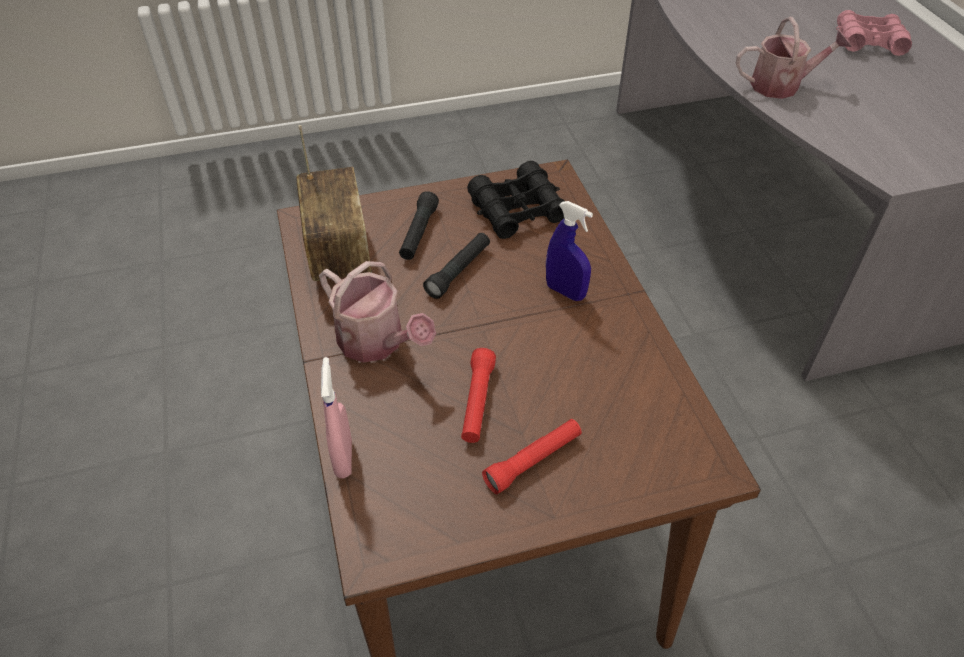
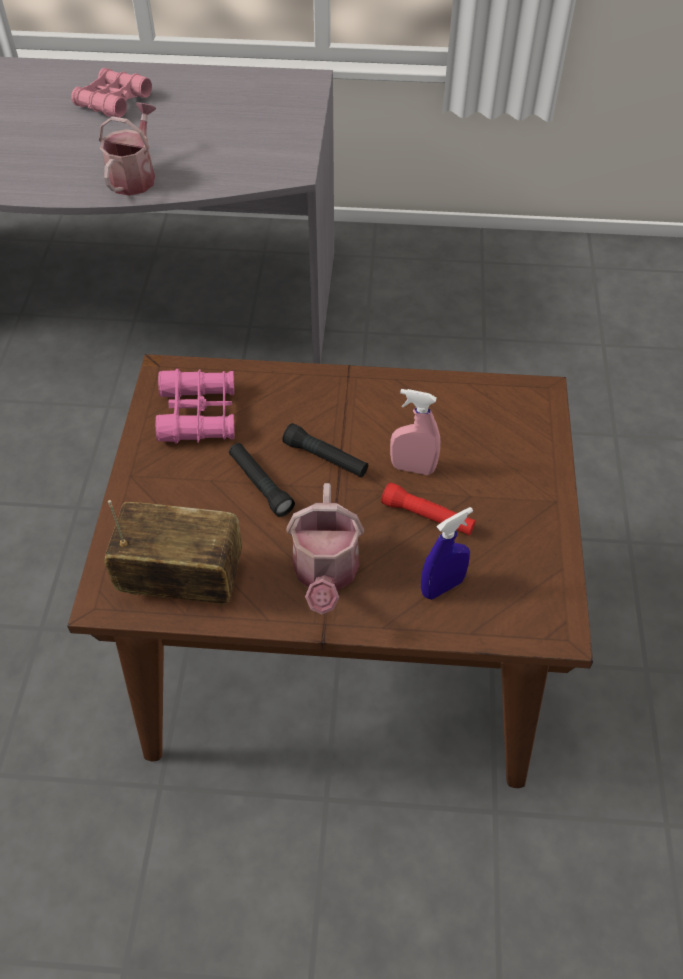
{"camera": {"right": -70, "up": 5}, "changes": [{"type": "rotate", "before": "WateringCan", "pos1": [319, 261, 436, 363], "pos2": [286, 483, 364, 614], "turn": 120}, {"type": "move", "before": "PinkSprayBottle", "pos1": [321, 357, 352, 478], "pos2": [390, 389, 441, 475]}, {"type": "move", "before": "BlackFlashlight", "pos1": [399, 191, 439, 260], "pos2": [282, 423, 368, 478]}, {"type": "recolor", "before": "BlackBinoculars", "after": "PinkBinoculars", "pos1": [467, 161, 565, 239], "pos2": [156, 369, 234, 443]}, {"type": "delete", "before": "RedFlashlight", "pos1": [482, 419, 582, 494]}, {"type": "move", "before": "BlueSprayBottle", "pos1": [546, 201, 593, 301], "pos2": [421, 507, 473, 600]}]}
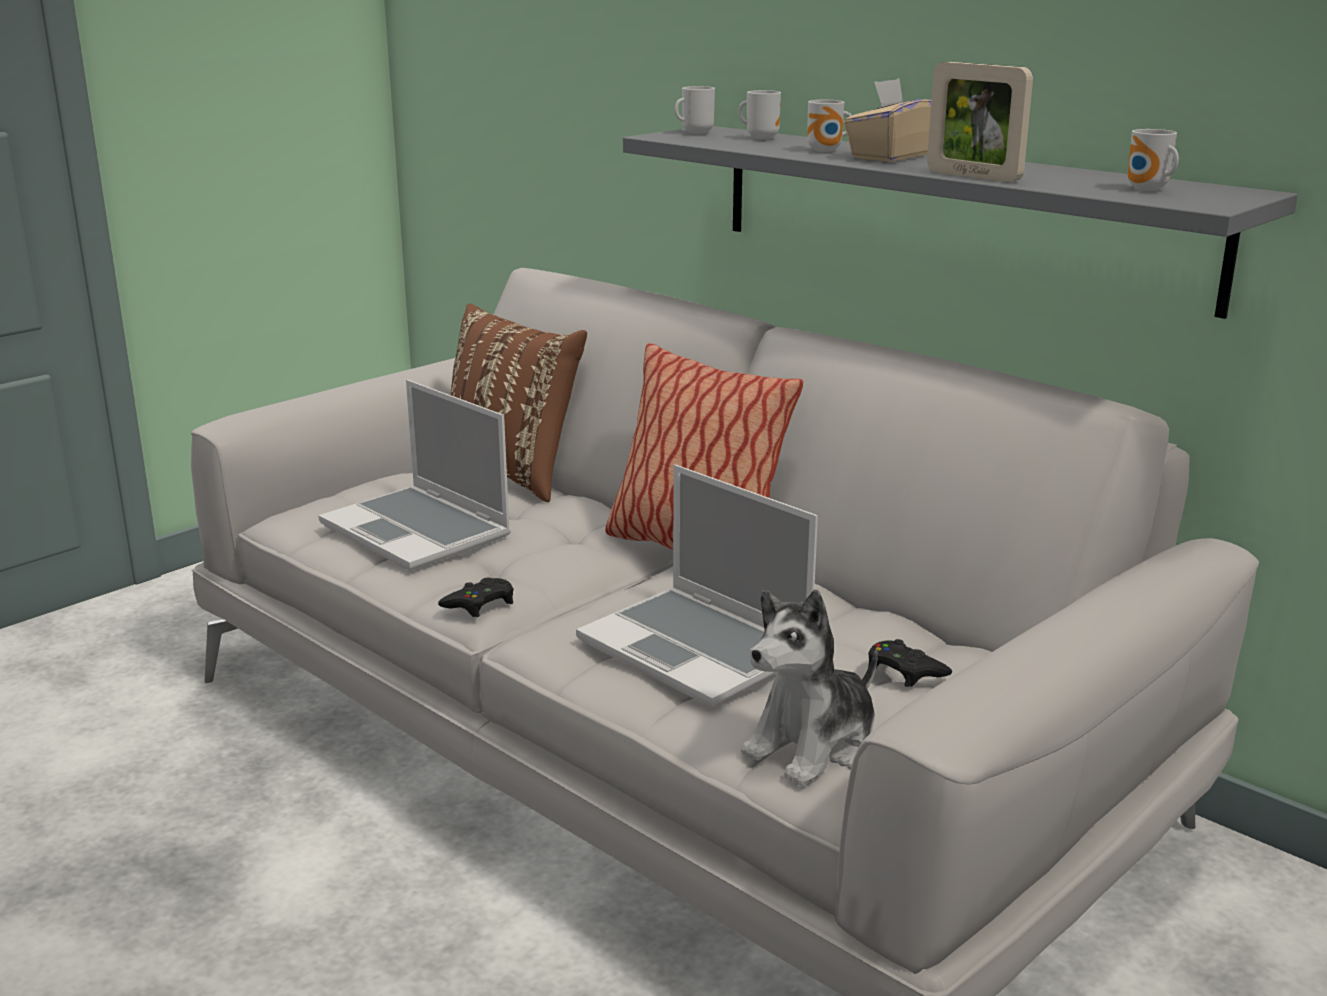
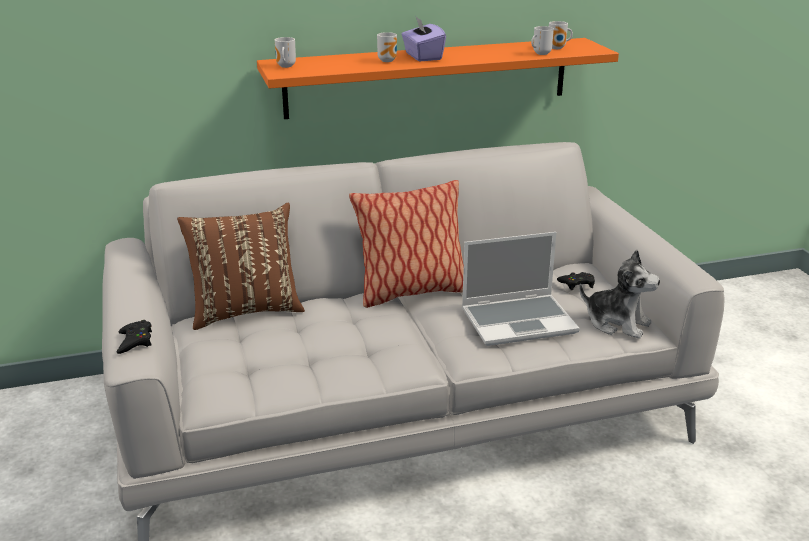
{"camera": {"right": -60, "up": 5}, "changes": [{"type": "delete", "before": "Laptop", "pos1": [318, 380, 511, 571]}, {"type": "move", "before": "BlackGameController", "pos1": [438, 578, 514, 617], "pos2": [117, 320, 152, 354]}, {"type": "recolor", "before": "GreyShelf", "after": "OrangeShelf", "pos1": [623, 126, 1298, 319], "pos2": [257, 38, 619, 119]}, {"type": "move", "before": "Mug", "pos1": [738, 90, 781, 140], "pos2": [531, 26, 554, 55]}, {"type": "rotate", "before": "PlushToy", "pos1": [741, 589, 878, 786], "pos2": [579, 249, 660, 339], "turn": -45}, {"type": "recolor", "before": "BeigeTissueBox", "after": "PurpleTissueBox", "pos1": [843, 78, 931, 162], "pos2": [401, 17, 446, 61]}, {"type": "delete", "before": "PictureFrame", "pos1": [927, 62, 1033, 182]}]}
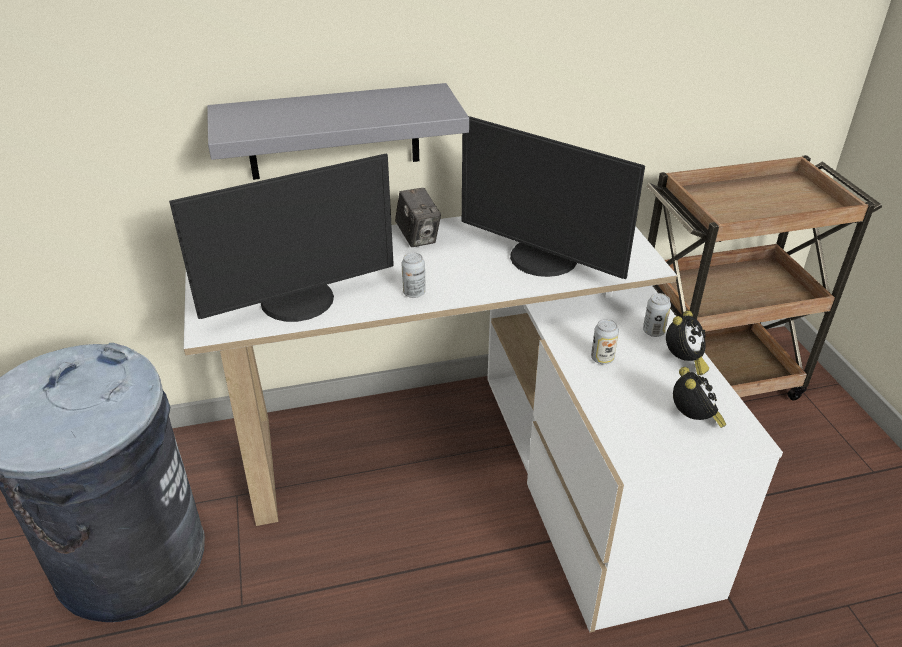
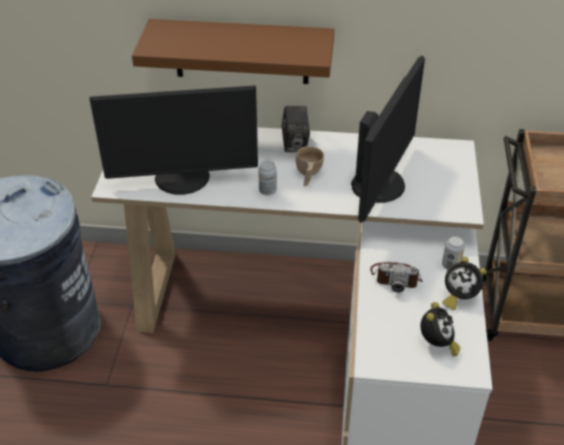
{"camera": {"right": 20, "up": 5}, "changes": [{"type": "recolor", "before": "GreyShelf", "after": "BrownShelf", "pos1": [207, 83, 469, 180], "pos2": [132, 19, 334, 84]}, {"type": "rotate", "before": "Monitor", "pos1": [462, 116, 645, 279], "pos2": [351, 56, 425, 223], "turn": -120}, {"type": "replace", "before": "Can", "after": "PhotoCamera", "pos1": [591, 319, 619, 364], "pos2": [370, 262, 422, 293]}, {"type": "rotate", "before": "AlarmClock", "pos1": [666, 310, 709, 375], "pos2": [442, 257, 486, 310], "turn": 60}, {"type": "insert", "after": "BeigeCup", "pos2": [296, 146, 324, 186]}]}
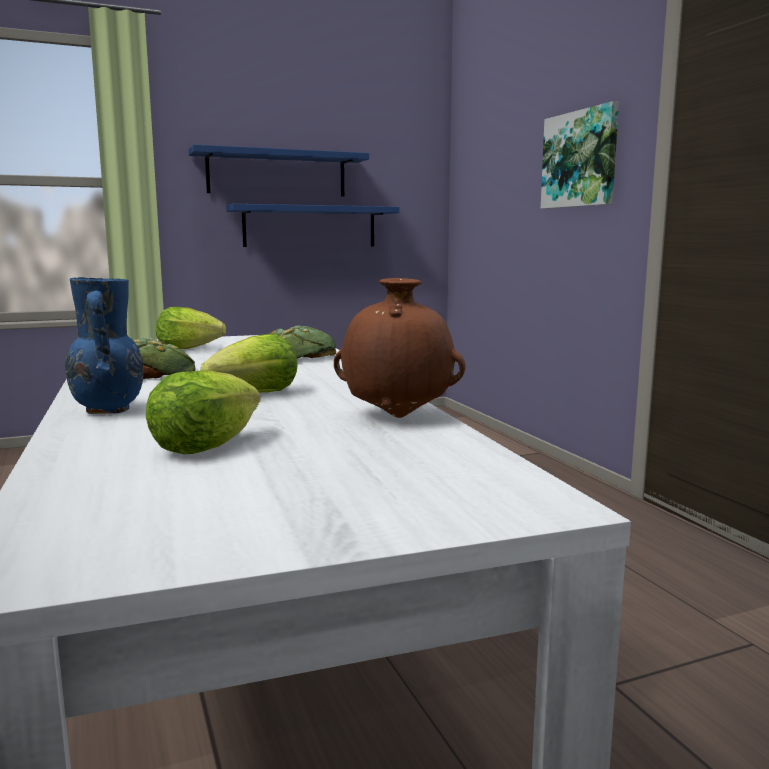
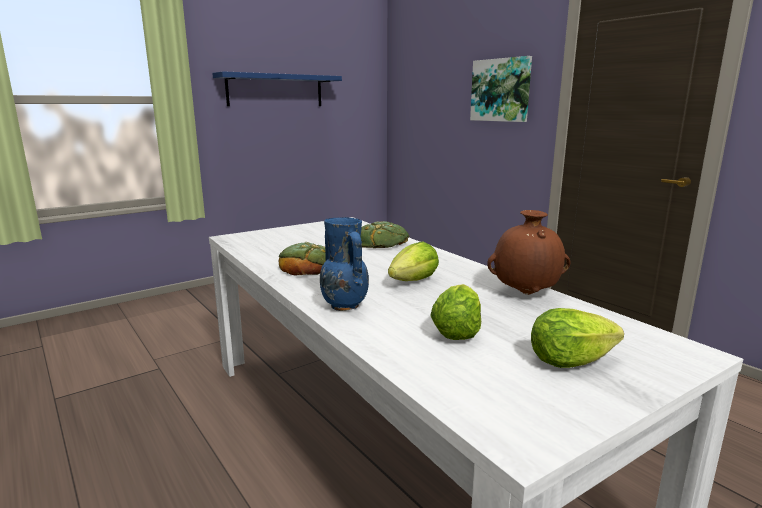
{"camera": {"right": -15, "up": 5}, "changes": [{"type": "move", "before": "Lettuce", "pos1": [156, 307, 226, 349], "pos2": [531, 308, 624, 368]}, {"type": "delete", "before": "BlueShelf", "pos1": [226, 204, 400, 247]}]}
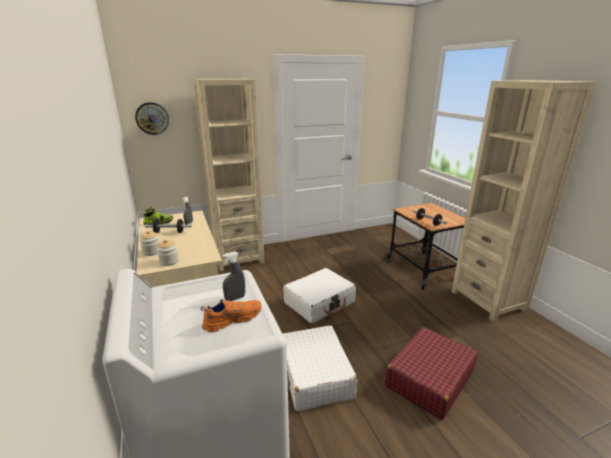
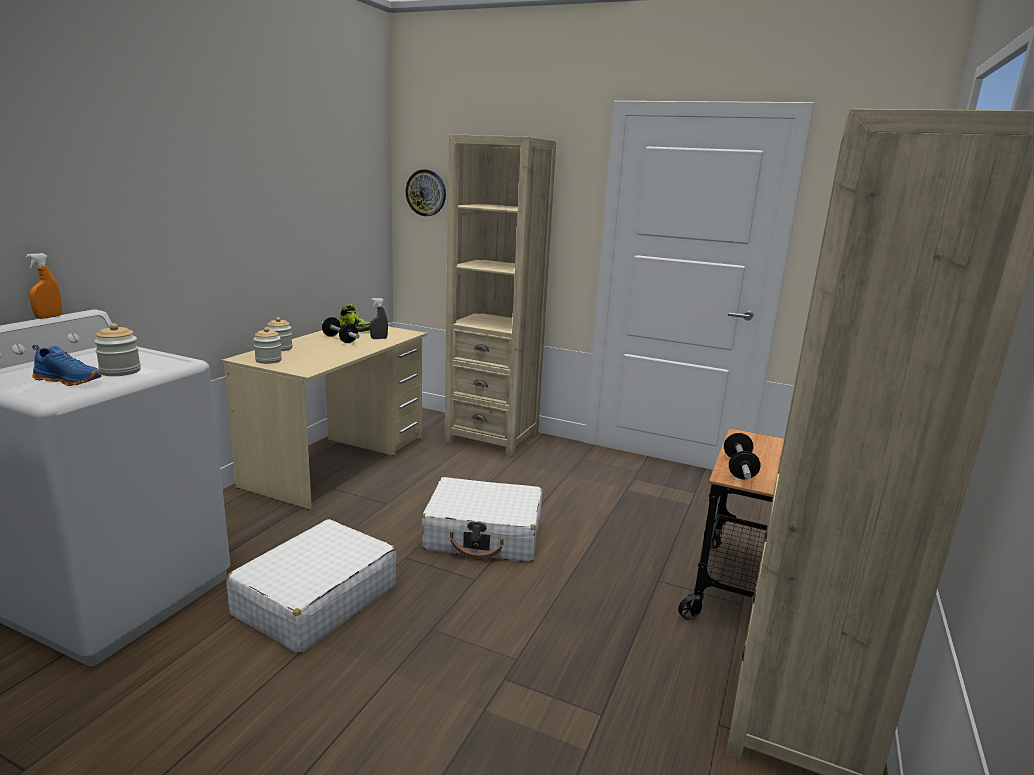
{"camera": {"right": 45, "up": -5}, "changes": [{"type": "recolor", "before": "OrangeShoe", "after": "BlueShoe", "pos1": [200, 299, 262, 332], "pos2": [32, 345, 101, 386]}, {"type": "replace", "before": "GreySprayBottle", "after": "Jar", "pos1": [222, 251, 245, 301], "pos2": [94, 323, 141, 376]}, {"type": "delete", "before": "RedSuitcase", "pos1": [385, 327, 478, 420]}, {"type": "insert", "after": "OrangeSprayBottle", "pos2": [26, 253, 62, 319]}]}
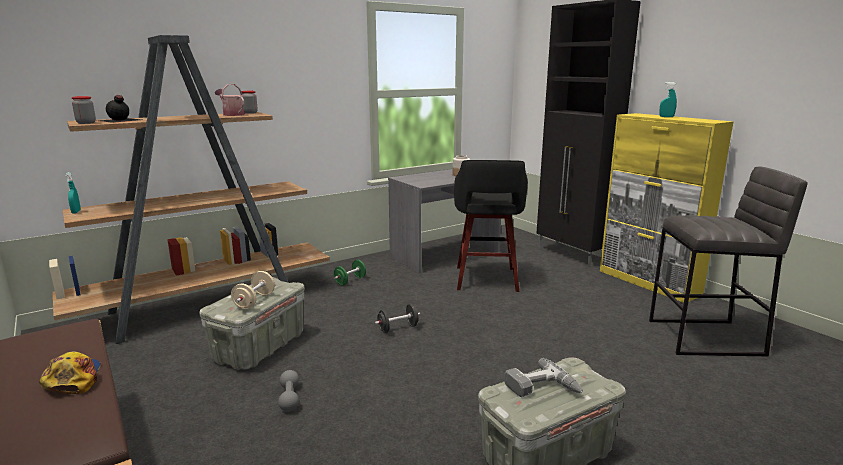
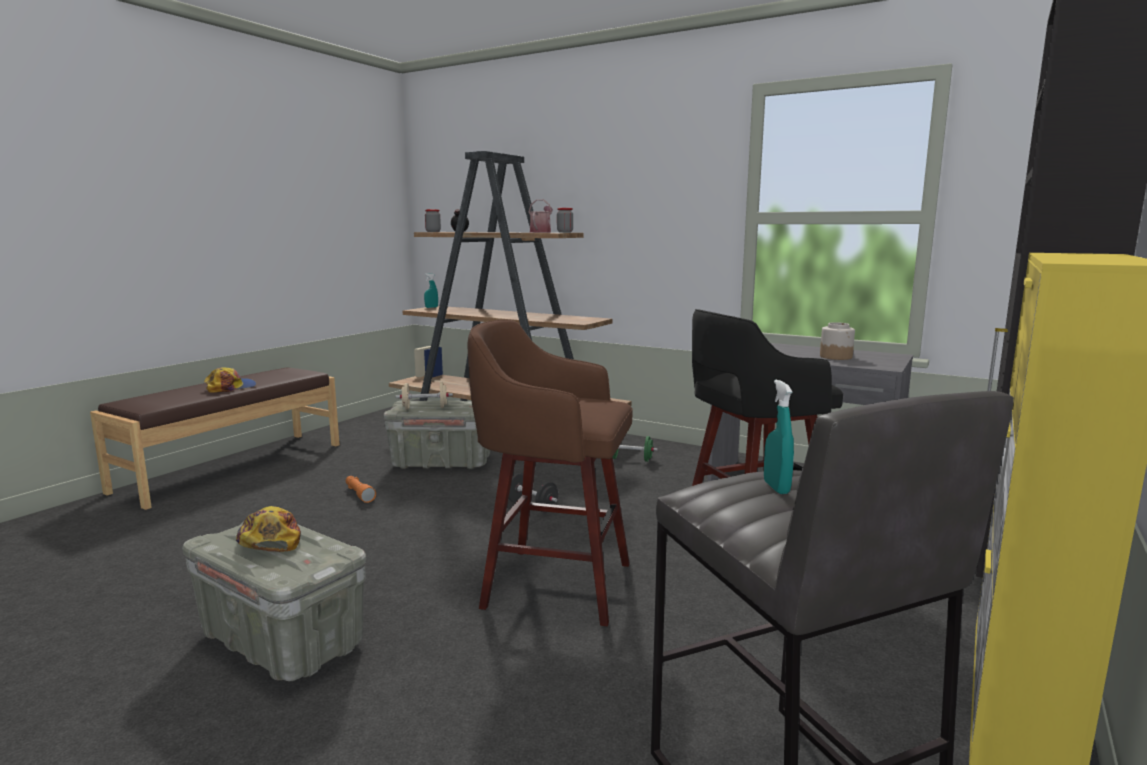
{"camera": {"right": 65, "up": -5}, "changes": [{"type": "replace", "before": "GreyDumbbell", "after": "OrangeFlashlight", "pos1": [278, 370, 299, 412], "pos2": [346, 476, 376, 503]}, {"type": "replace", "before": "PowerDrill", "after": "Cap", "pos1": [504, 358, 583, 397], "pos2": [236, 506, 301, 552]}, {"type": "move", "before": "TurquoiseSprayBottle", "pos1": [659, 82, 677, 117], "pos2": [764, 380, 794, 494]}, {"type": "insert", "after": "BrownStool", "pos2": [467, 320, 633, 626]}]}
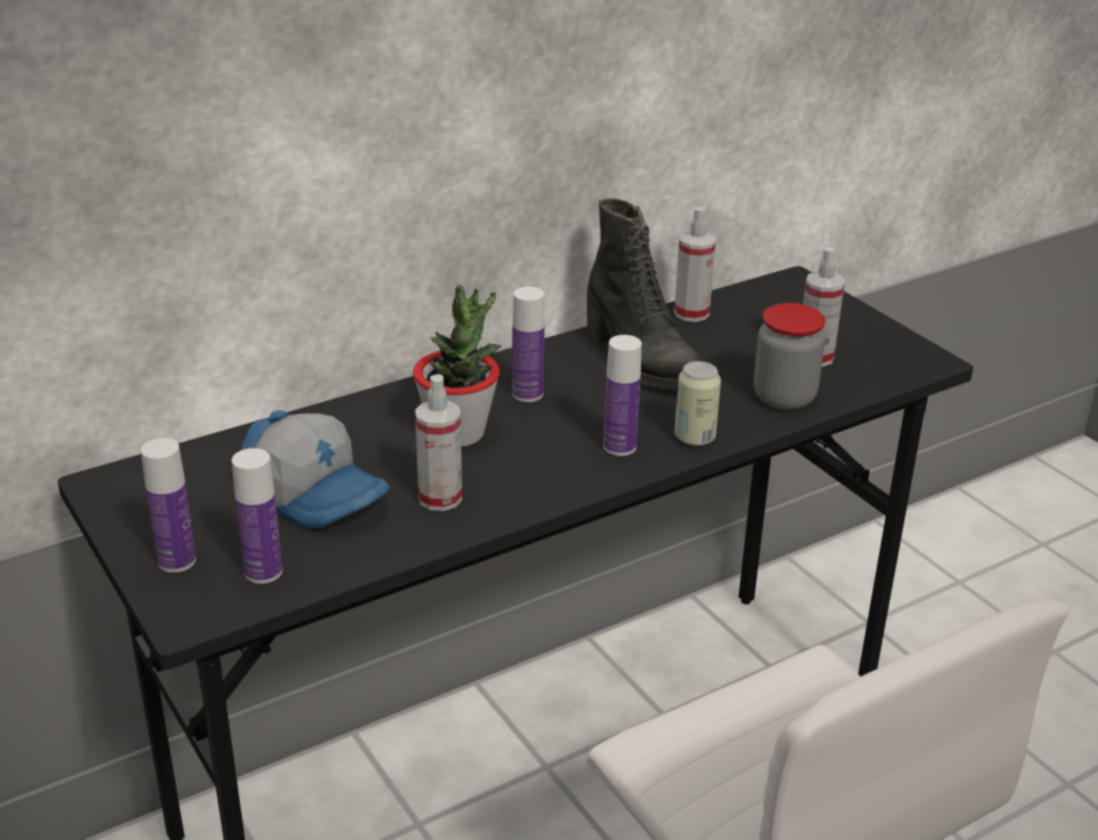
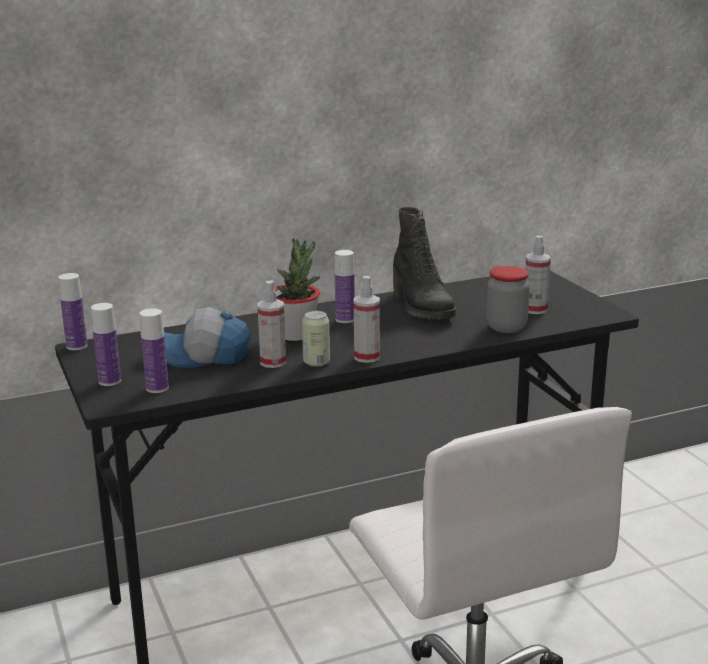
{"camera": {"right": 10, "up": -10}, "changes": [{"type": "rotate", "before": "Cap", "pos1": [240, 410, 390, 528], "pos2": [164, 307, 251, 368], "turn": 135}, {"type": "move", "before": "Bottle", "pos1": [603, 335, 642, 456], "pos2": [58, 273, 87, 350]}, {"type": "move", "before": "SprayBottle", "pos1": [674, 207, 716, 322], "pos2": [354, 276, 380, 363]}, {"type": "move", "before": "Can", "pos1": [675, 361, 721, 446], "pos2": [302, 311, 330, 367]}]}
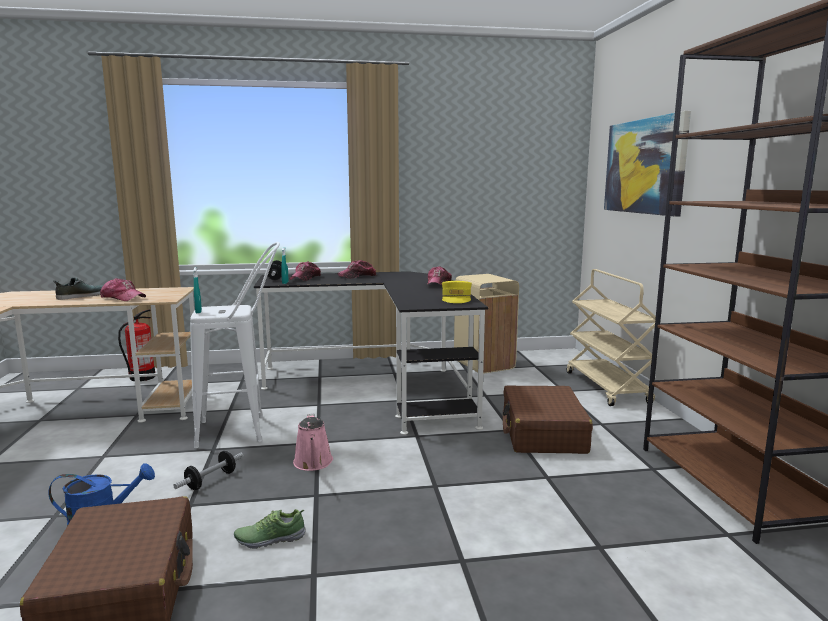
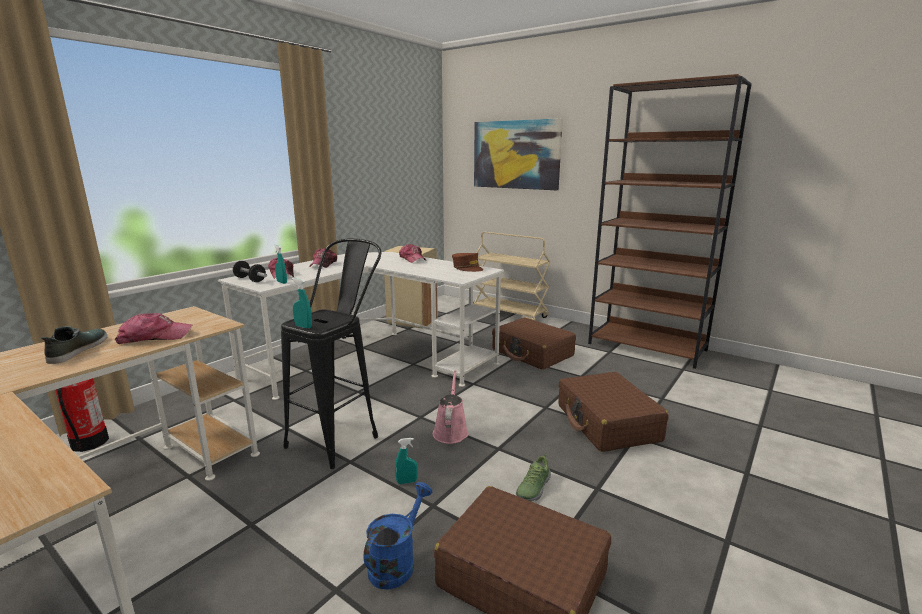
{"camera": {"right": -45, "up": 5}, "changes": [{"type": "replace", "before": "Dumbbell", "after": "TurquoiseSprayBottle", "pos1": [173, 451, 244, 490], "pos2": [395, 438, 418, 484]}, {"type": "recolor", "before": "WhiteStool", "after": "BlackStool", "pos1": [190, 242, 280, 448], "pos2": [281, 238, 381, 469]}, {"type": "recolor", "before": "BlackDesk", "after": "WhiteDesk", "pos1": [254, 271, 488, 435], "pos2": [218, 252, 504, 400]}, {"type": "rotate", "before": "PinkWateringCan", "pos1": [293, 414, 333, 471], "pos2": [433, 370, 468, 444], "turn": -120}, {"type": "recolor", "before": "YellowCap", "after": "BrownCap", "pos1": [442, 281, 472, 303], "pos2": [452, 253, 483, 272]}, {"type": "insert", "after": "BrownSuitcase", "pos2": [558, 372, 669, 452]}]}
